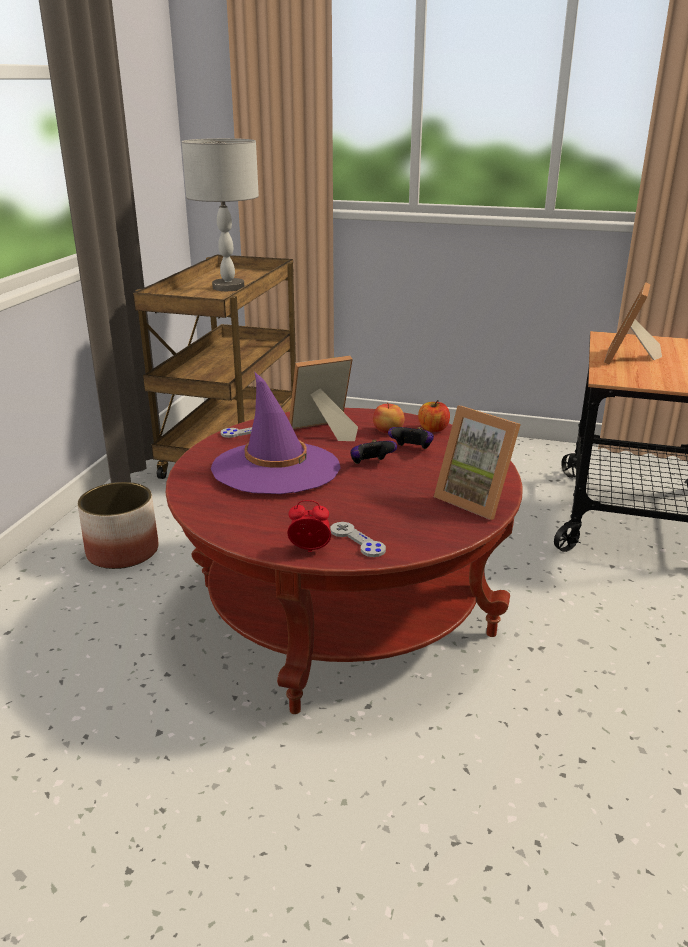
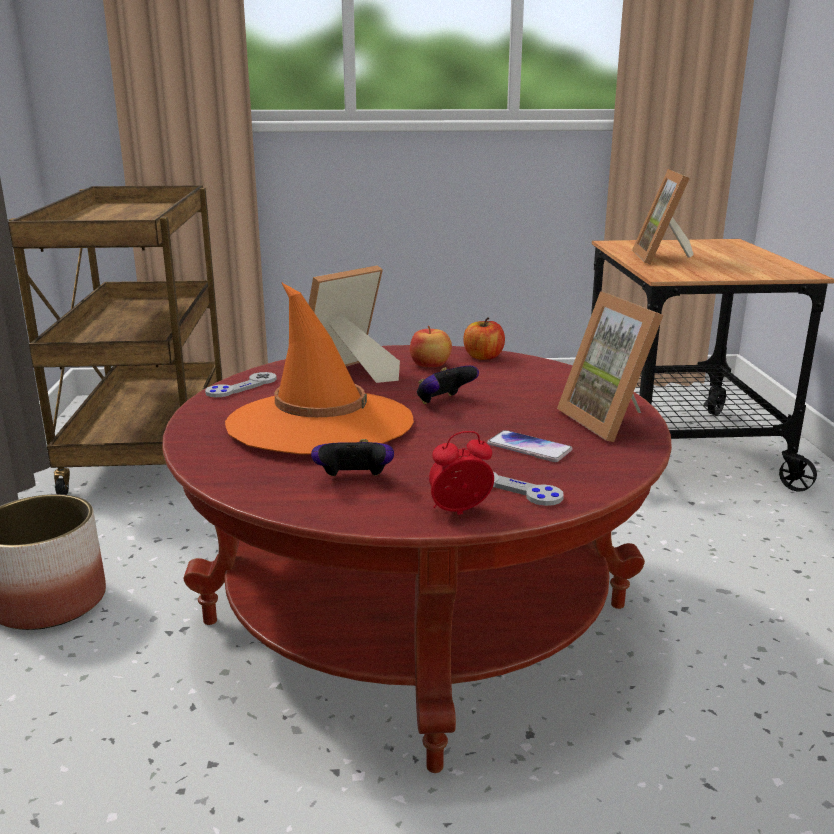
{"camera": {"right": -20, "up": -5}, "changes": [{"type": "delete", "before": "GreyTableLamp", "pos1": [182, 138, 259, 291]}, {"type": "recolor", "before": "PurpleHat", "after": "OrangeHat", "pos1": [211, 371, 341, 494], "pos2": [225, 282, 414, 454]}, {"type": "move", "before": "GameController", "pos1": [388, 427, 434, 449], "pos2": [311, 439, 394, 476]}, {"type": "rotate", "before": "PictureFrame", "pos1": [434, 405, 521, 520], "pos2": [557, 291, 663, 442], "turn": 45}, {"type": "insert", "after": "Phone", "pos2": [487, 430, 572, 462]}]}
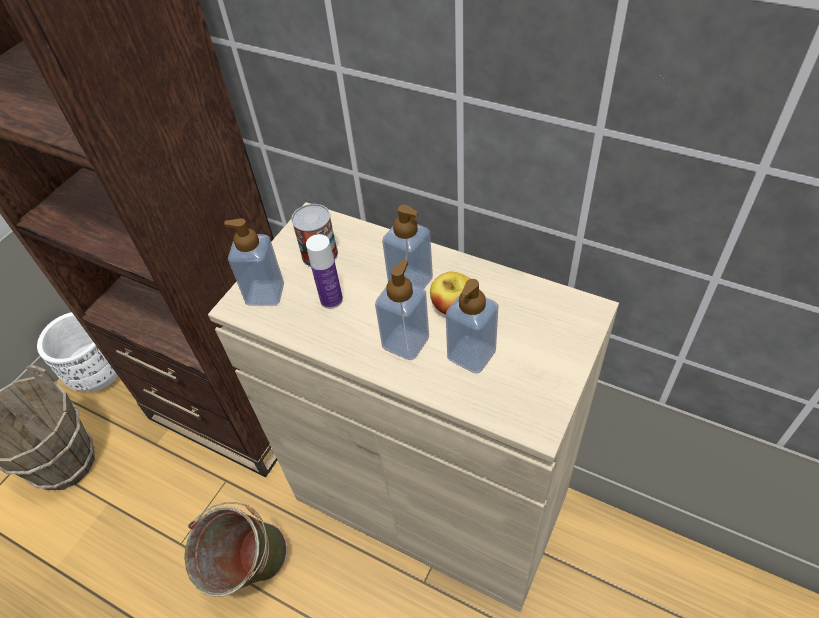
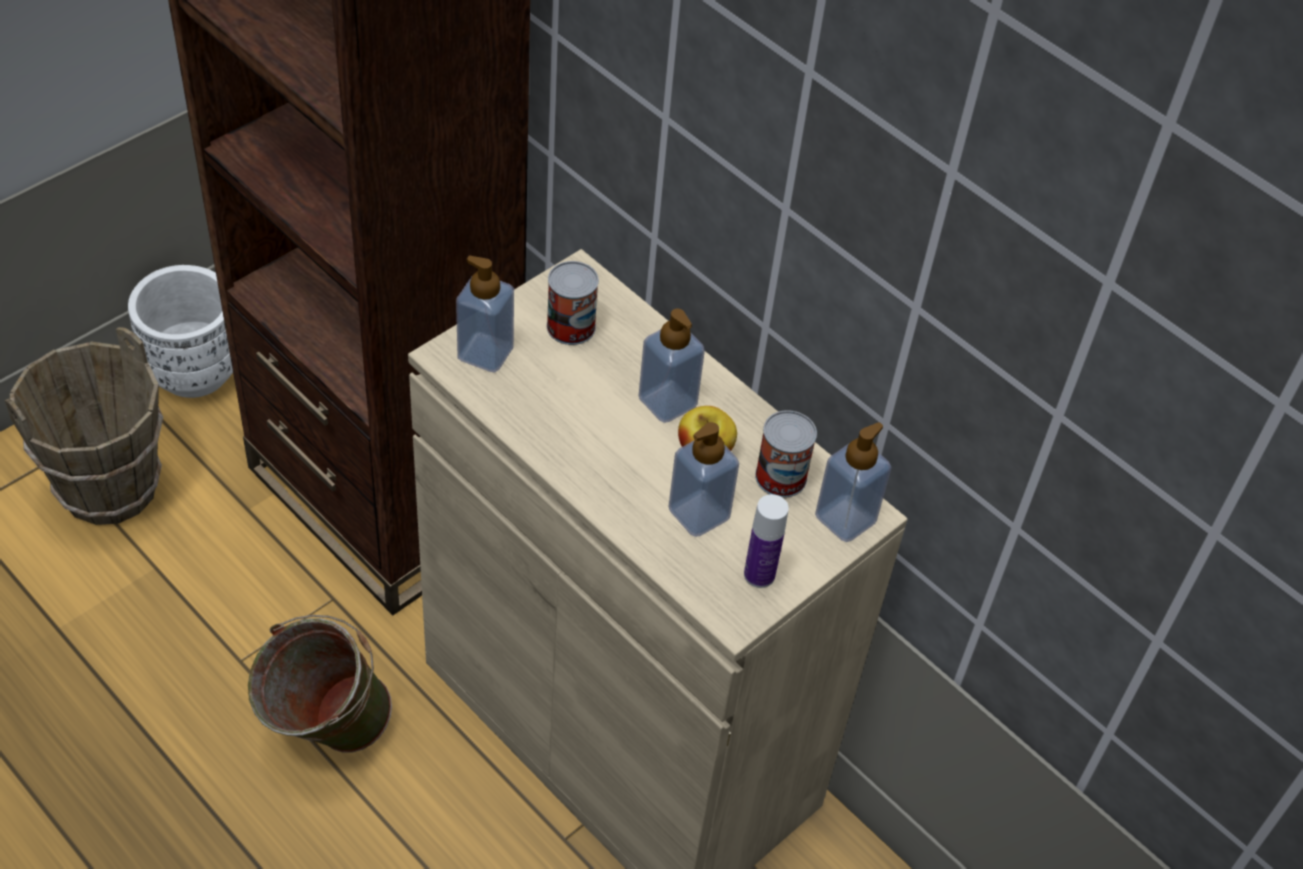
{"camera": {"right": 10, "up": 0}, "changes": [{"type": "move", "before": "Bottle", "pos1": [306, 234, 343, 309], "pos2": [744, 494, 789, 588]}, {"type": "move", "before": "SoapDispenser", "pos1": [375, 259, 429, 360], "pos2": [815, 422, 892, 542]}, {"type": "insert", "after": "Can", "pos2": [755, 410, 817, 498]}]}
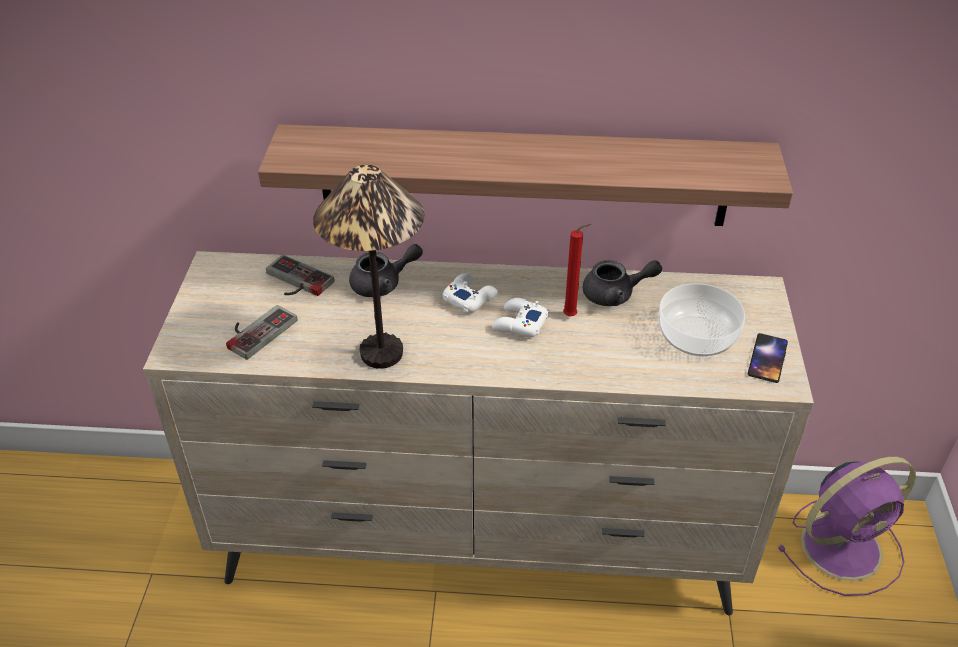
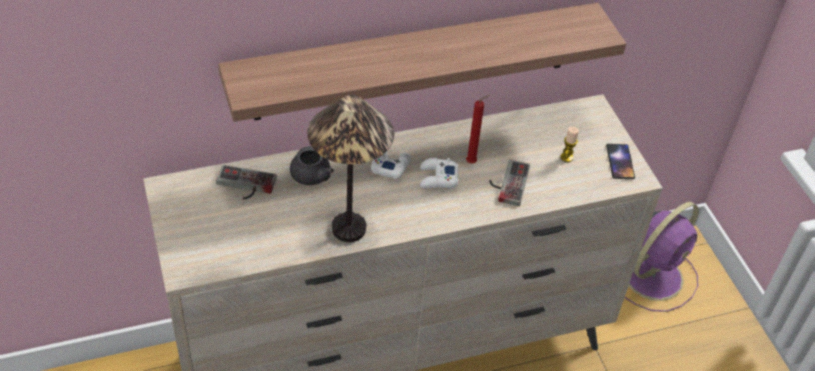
{"camera": {"right": -25, "up": 5}, "changes": [{"type": "move", "before": "GameController", "pos1": [226, 305, 297, 360], "pos2": [489, 159, 530, 206]}, {"type": "delete", "before": "GreyTeapot", "pos1": [583, 260, 662, 306]}, {"type": "replace", "before": "Bowl", "after": "Candle", "pos1": [658, 283, 745, 357], "pos2": [560, 127, 579, 162]}]}
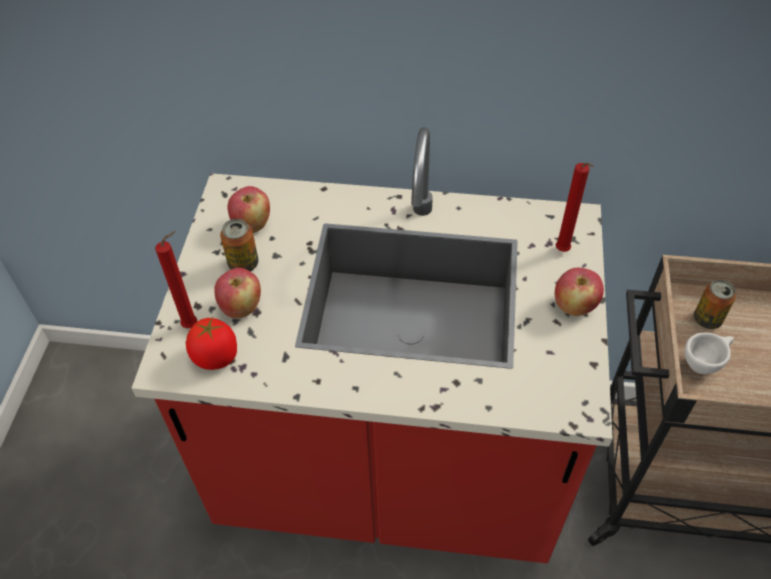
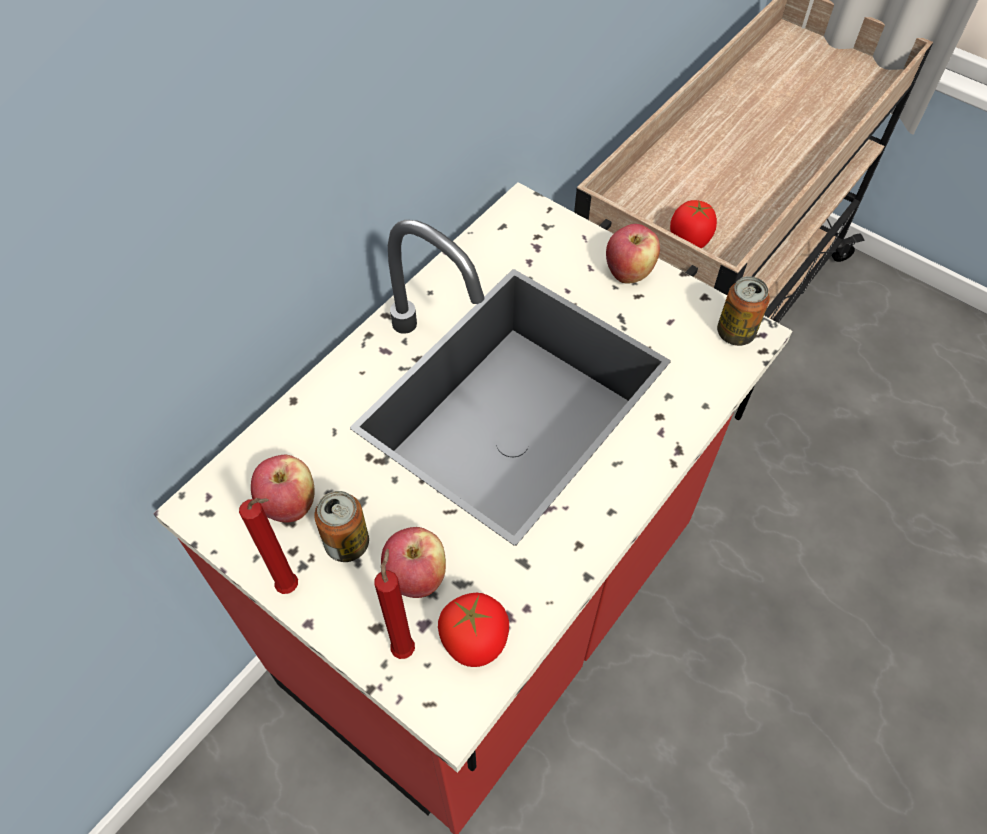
{"camera": {"right": -60, "up": 5}, "changes": [{"type": "move", "before": "RedCandle", "pos1": [556, 163, 594, 252], "pos2": [239, 498, 298, 594]}, {"type": "replace", "before": "WhiteCup", "after": "Tomato", "pos1": [685, 332, 734, 374], "pos2": [670, 200, 717, 248]}, {"type": "move", "before": "Can", "pos1": [694, 280, 736, 329], "pos2": [717, 276, 770, 346]}]}
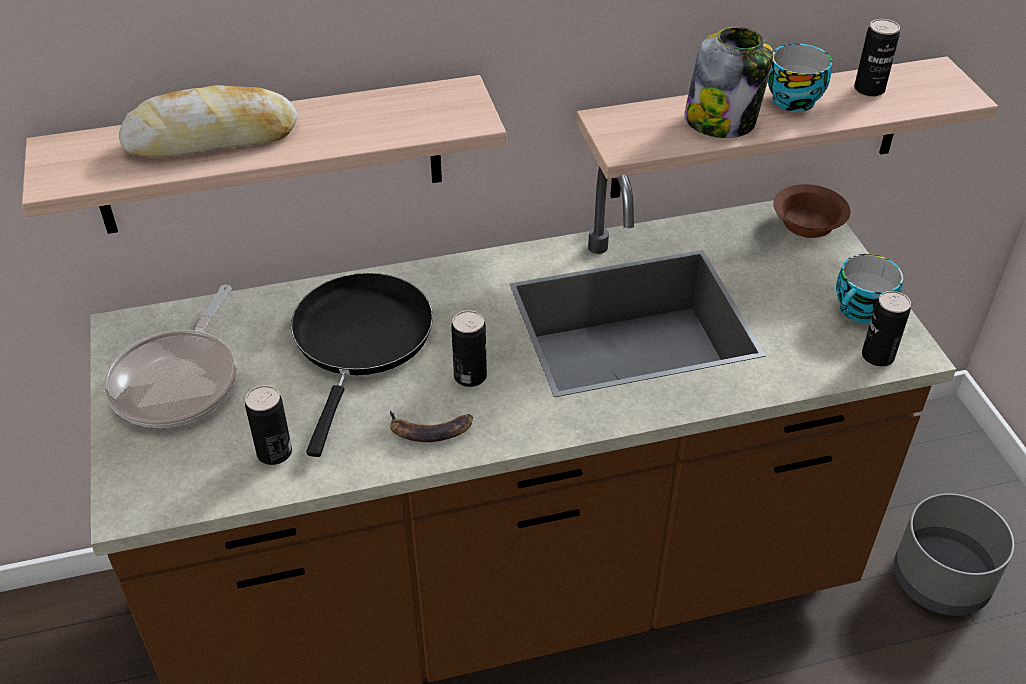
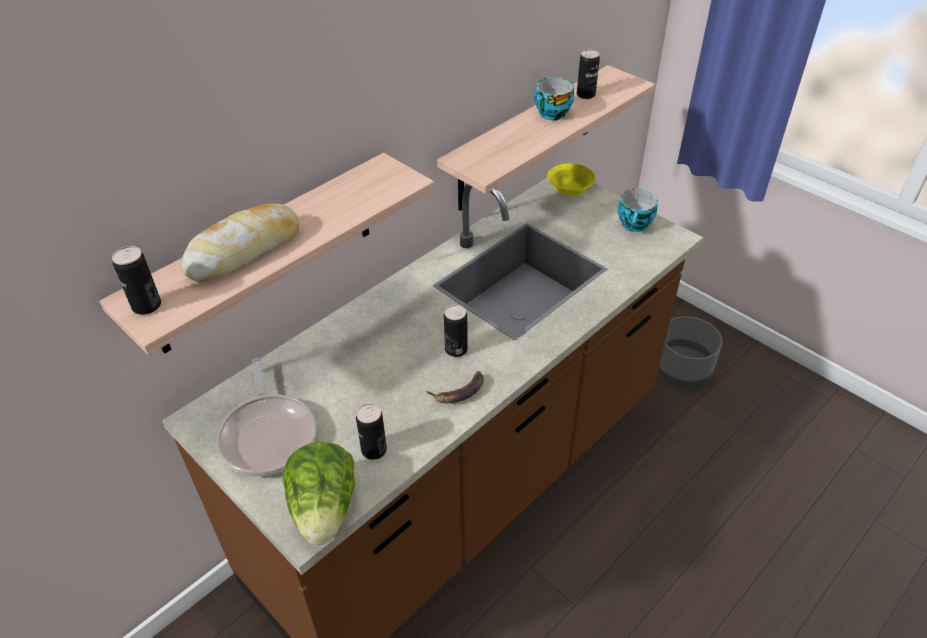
{"camera": {"right": -30, "up": 0}, "changes": [{"type": "delete", "before": "BlackFryingPan", "pos1": [291, 273, 433, 457]}, {"type": "delete", "before": "Jar", "pos1": [684, 27, 773, 138]}, {"type": "recolor", "before": "BrownBowl", "after": "YellowBowl", "pos1": [773, 184, 851, 238], "pos2": [547, 163, 595, 196]}, {"type": "move", "before": "Can", "pos1": [862, 291, 911, 366], "pos2": [112, 246, 161, 315]}, {"type": "insert", "after": "Lettuce", "pos2": [283, 442, 355, 545]}]}
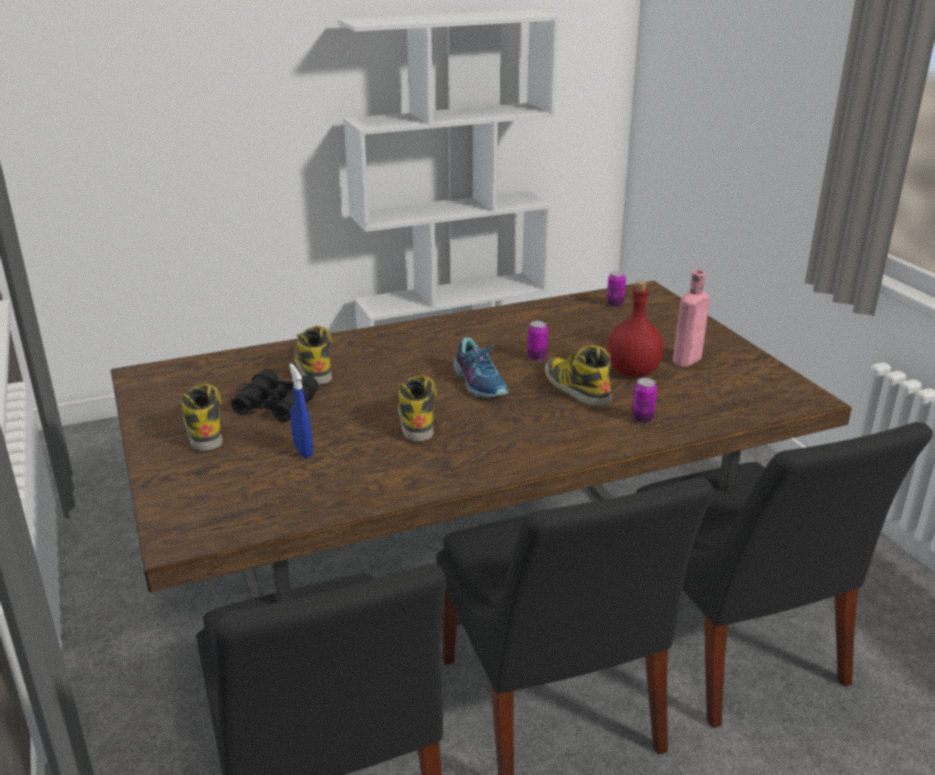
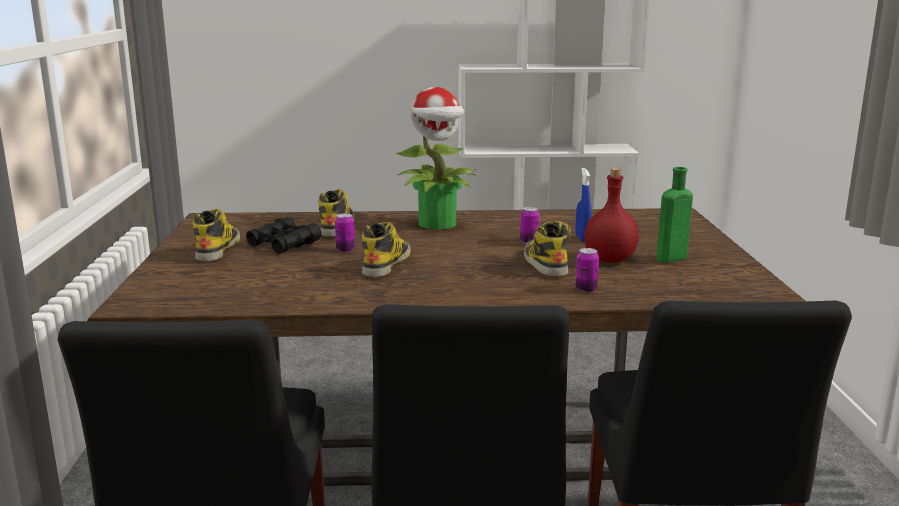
{"camera": {"right": 20, "up": -10}, "changes": [{"type": "move", "before": "BlueSprayBottle", "pos1": [289, 363, 313, 458], "pos2": [575, 168, 591, 242]}, {"type": "delete", "before": "Shoe", "pos1": [453, 337, 508, 398]}, {"type": "move", "before": "Can", "pos1": [606, 271, 626, 307], "pos2": [335, 213, 355, 252]}, {"type": "recolor", "before": "PinkBottle", "after": "GreenBottle", "pos1": [673, 270, 710, 367], "pos2": [656, 167, 693, 263]}, {"type": "insert", "after": "PottedPlant", "pos2": [396, 87, 476, 229]}]}
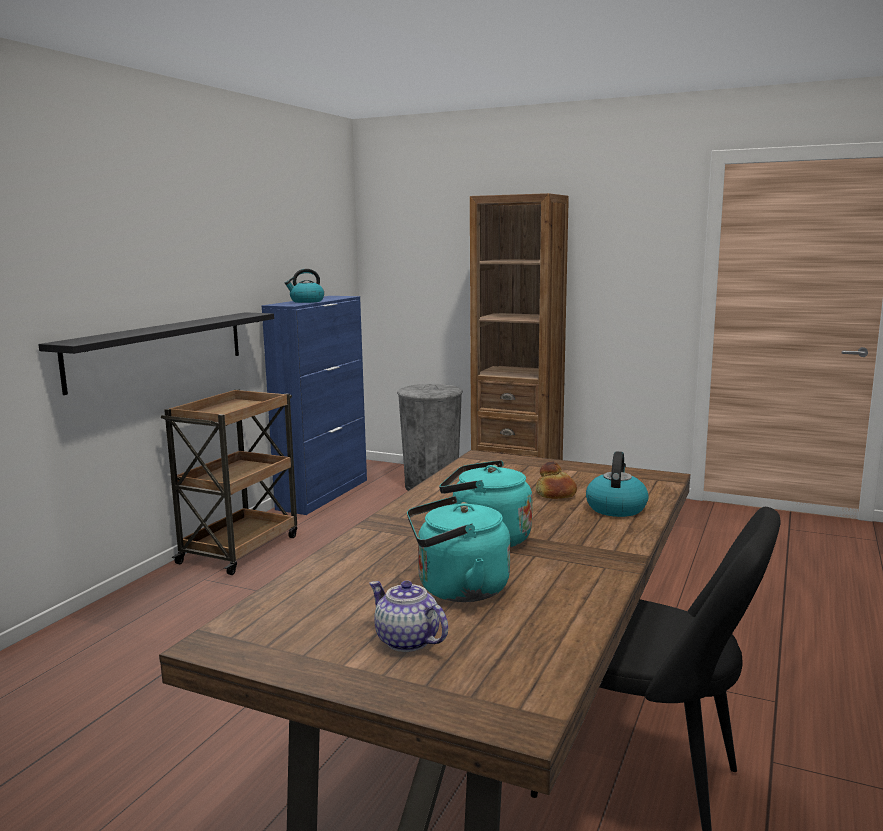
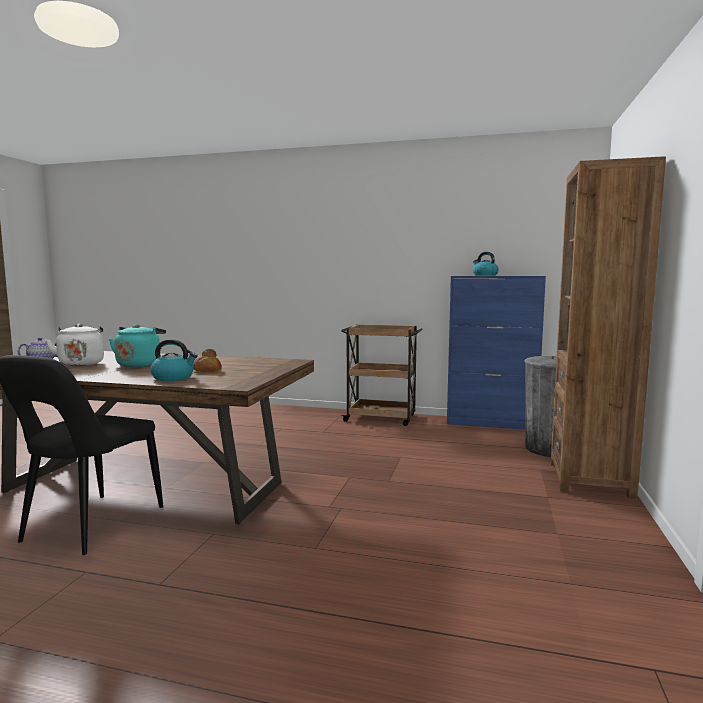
{"camera": {"right": 80, "up": -5}, "changes": [{"type": "delete", "before": "BlackShelf", "pos1": [38, 312, 274, 395]}, {"type": "recolor", "before": "TurquoiseKettle", "after": "WhiteKettle", "pos1": [407, 496, 510, 602], "pos2": [46, 324, 104, 366]}]}
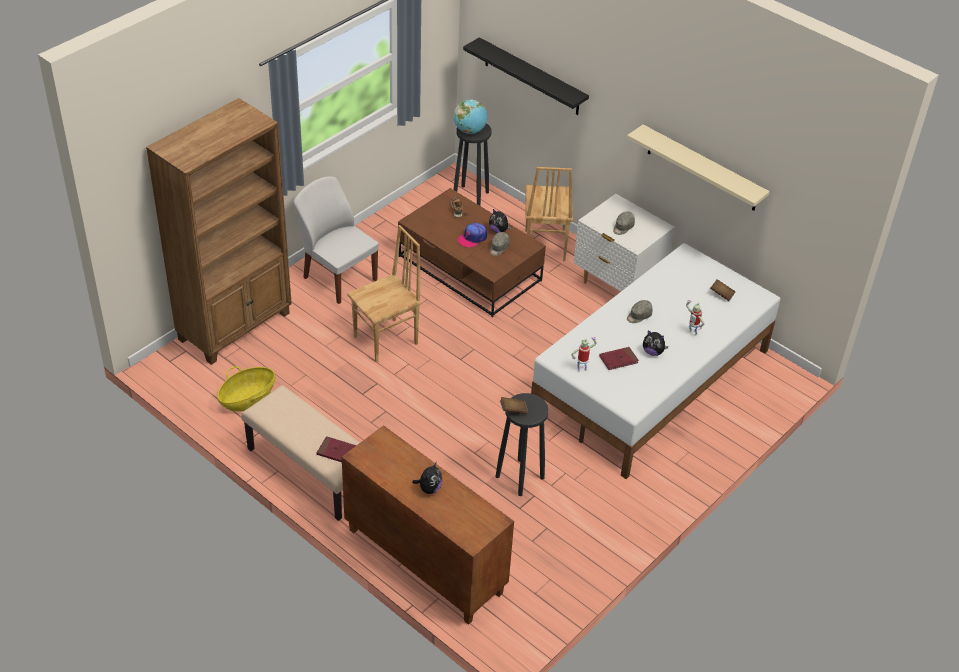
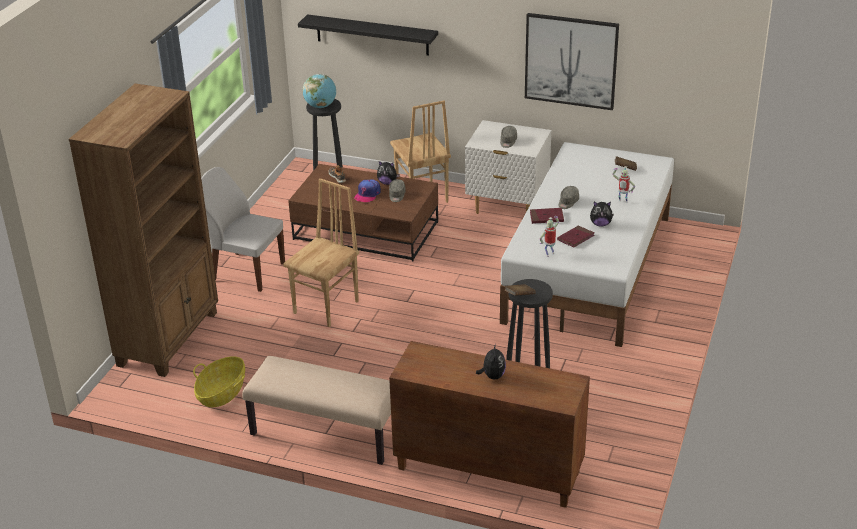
{"camera": {"right": -20, "up": -10}, "changes": [{"type": "move", "before": "RedBook", "pos1": [316, 436, 357, 462], "pos2": [530, 208, 564, 224]}, {"type": "replace", "before": "BeigeShelf", "after": "Picture", "pos1": [627, 125, 770, 211], "pos2": [525, 13, 619, 110]}]}
